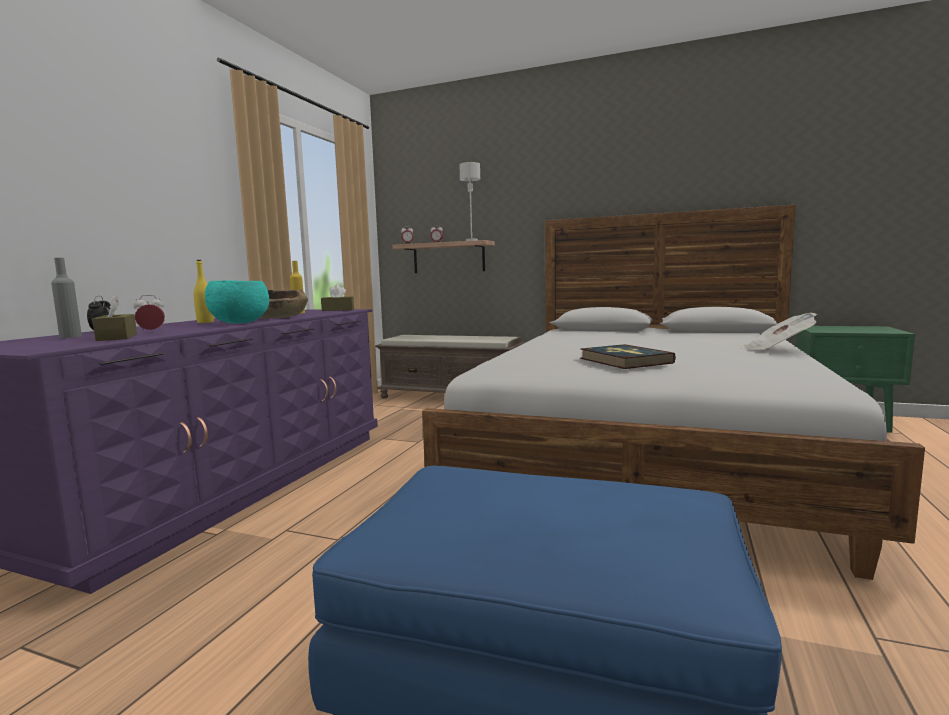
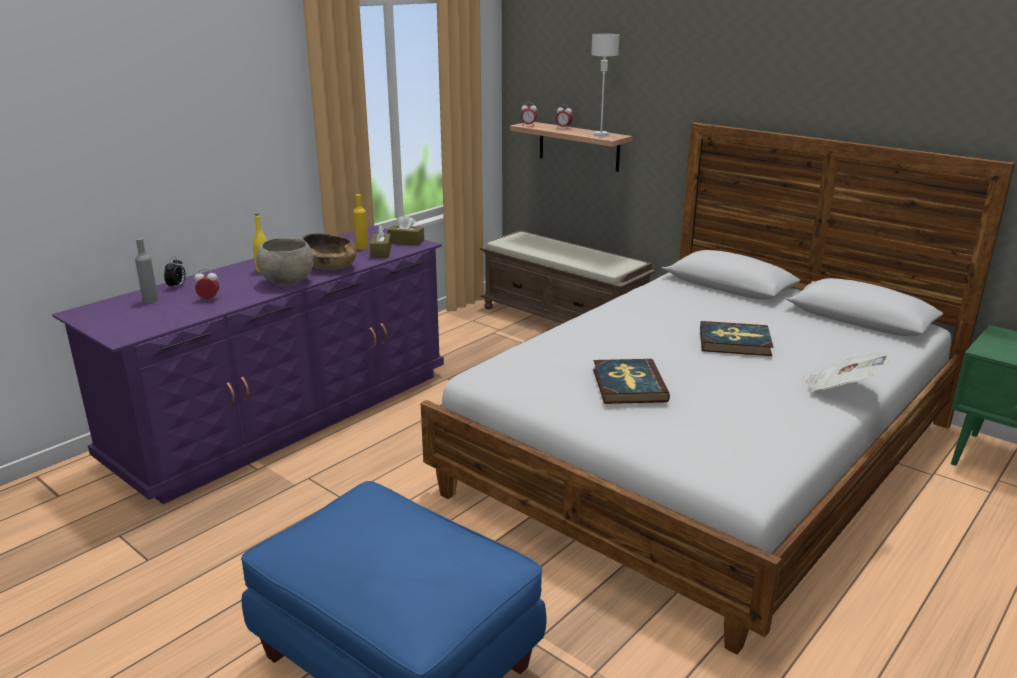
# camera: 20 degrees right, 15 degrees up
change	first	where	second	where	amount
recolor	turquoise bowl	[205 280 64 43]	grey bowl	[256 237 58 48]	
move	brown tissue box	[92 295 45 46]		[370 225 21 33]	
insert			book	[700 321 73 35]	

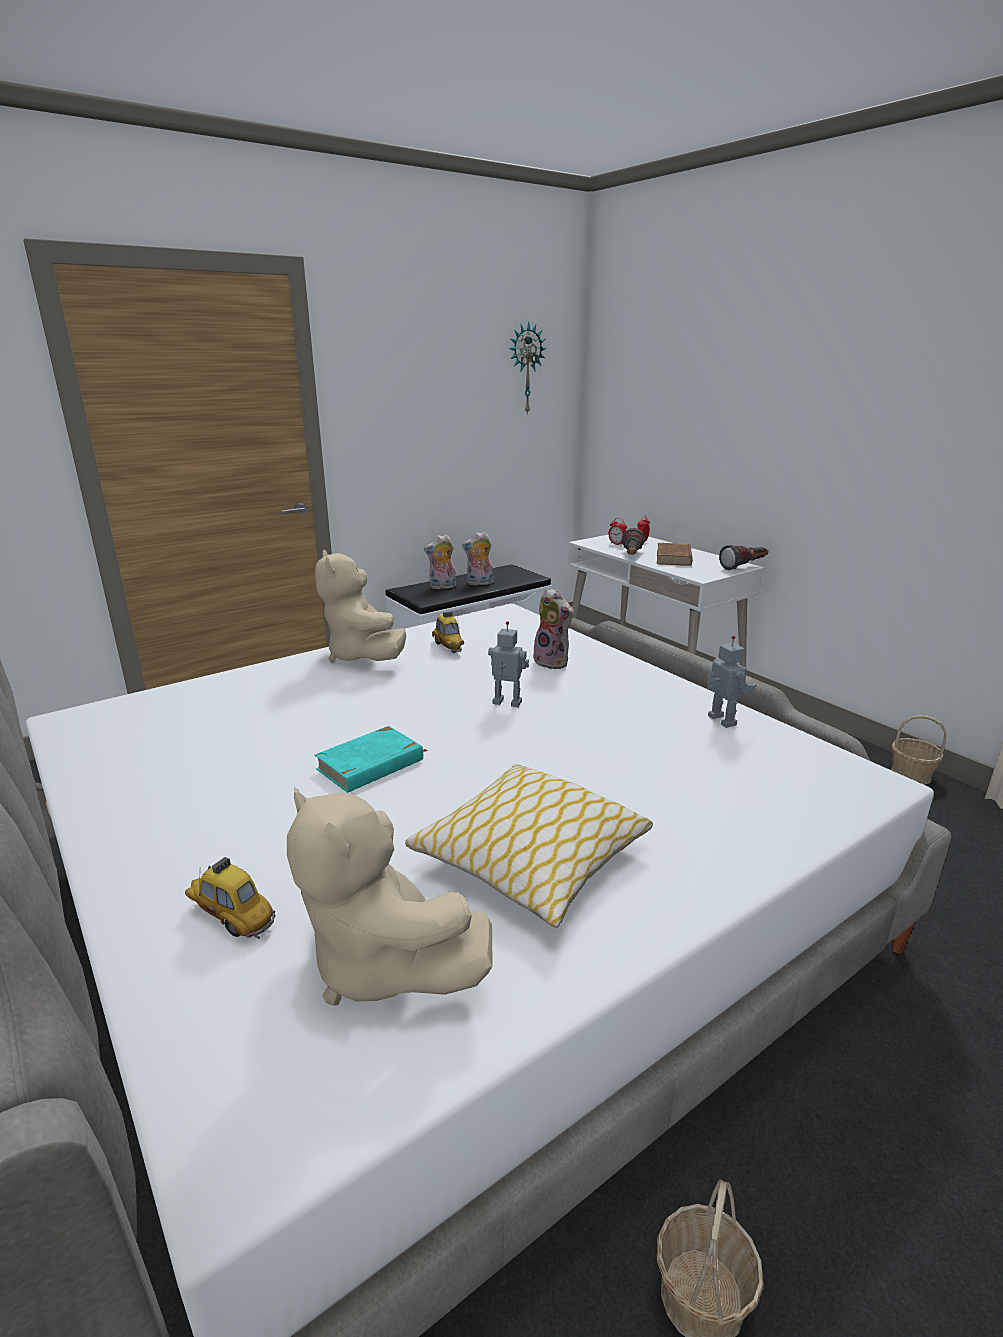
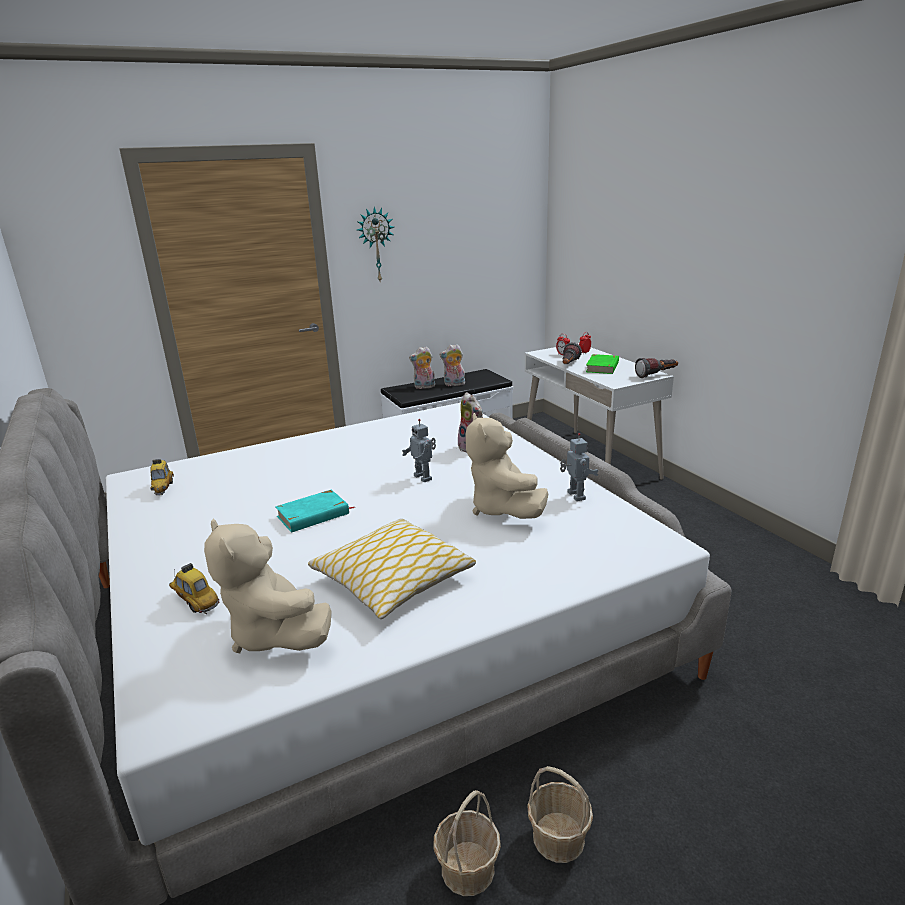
# camera: 10 degrees right, 0 degrees up
change	first	where	second	where	amount
move	wall clock	[509 322 38 93]		[357 207 37 74]	
recolor	brown book	[657 543 36 23]	green book	[586 354 33 20]	
move	beige plush toy	[315 550 92 113]		[466 413 82 106]	
move	toy car	[432 611 32 42]		[150 459 24 36]	
rotate	toy robot	[488 621 41 86]		[402 419 34 63]	150 degrees counterclockwise
move	basket	[891 715 56 70]		[527 766 66 97]	

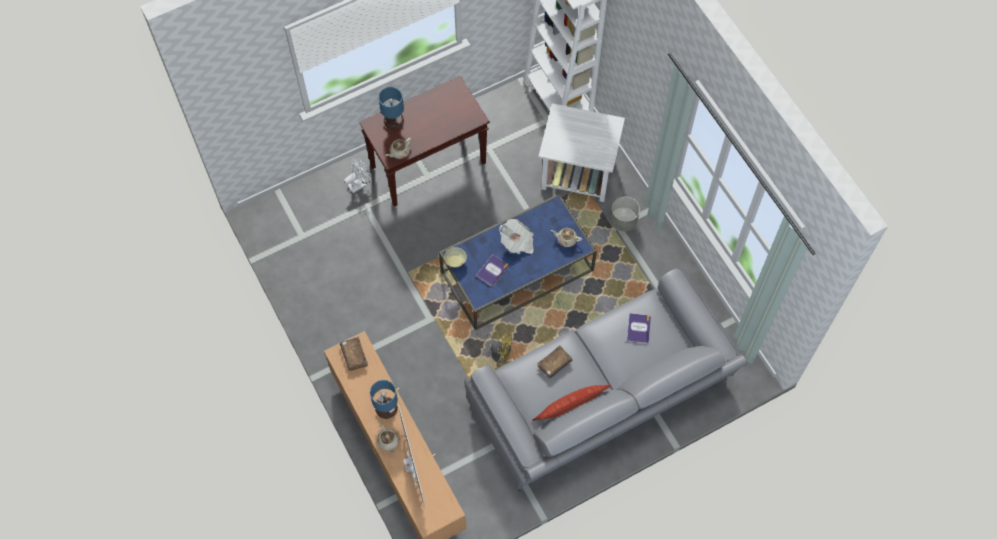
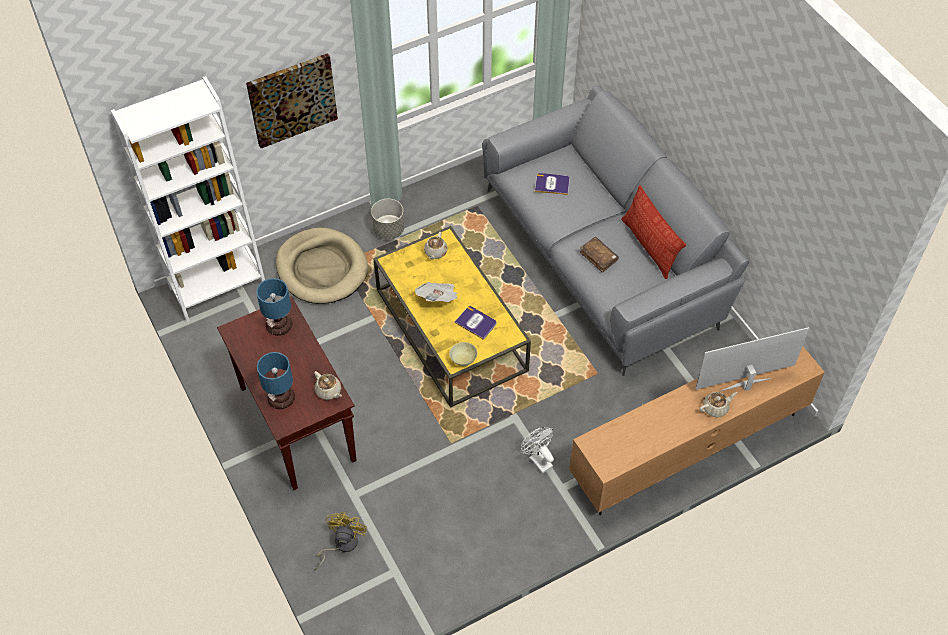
# camera: 90 degrees left, 10 degrees down
change	first	where	second	where	amount
replace	white side table	[538 103 87 99]	beige dog bed	[276 228 92 76]	
move	white fan	[344 158 27 35]		[521 427 33 47]	
recolor	blue coffee table	[439 193 158 137]	yellow coffee table	[373 226 158 182]	
move	yellow fan	[476 332 36 33]		[315 512 52 58]	
delete	brown book	[340 337 28 34]			
move	table lamp	[370 380 28 39]		[256 278 36 58]	
insert			picture	[246 53 92 95]	

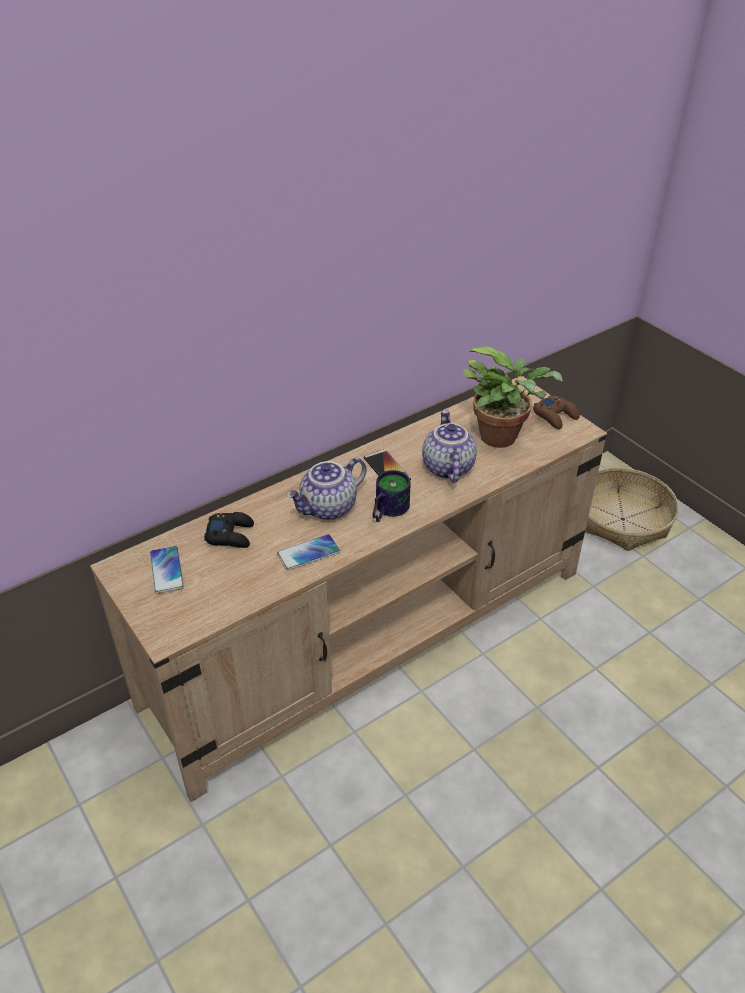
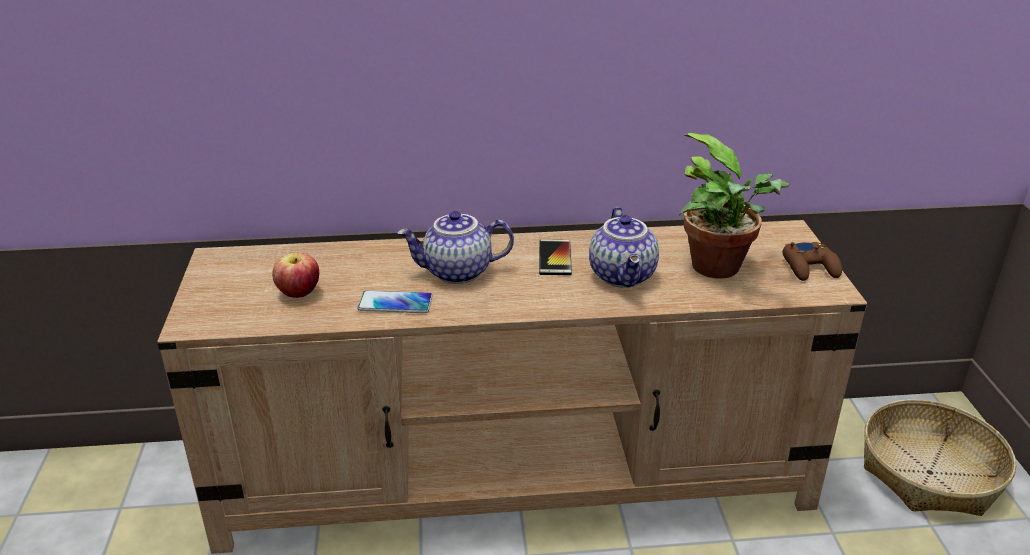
# camera: 30 degrees right, 10 degrees down
change	first	where	second	where	amount
rotate	teapot	[422 410 55 73]		[589 207 70 81]	150 degrees clockwise
delete	mug	[373 470 38 52]			
delete	black game controller	[204 512 50 36]			
delete	phone	[150 546 34 48]			
insert			apple	[272 252 47 46]	

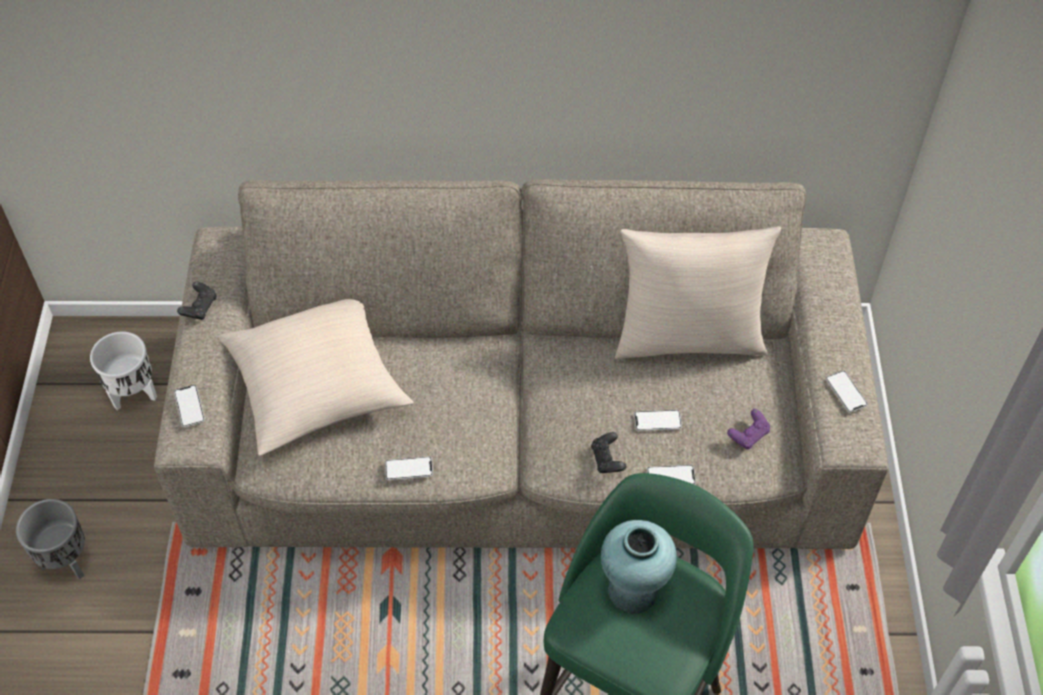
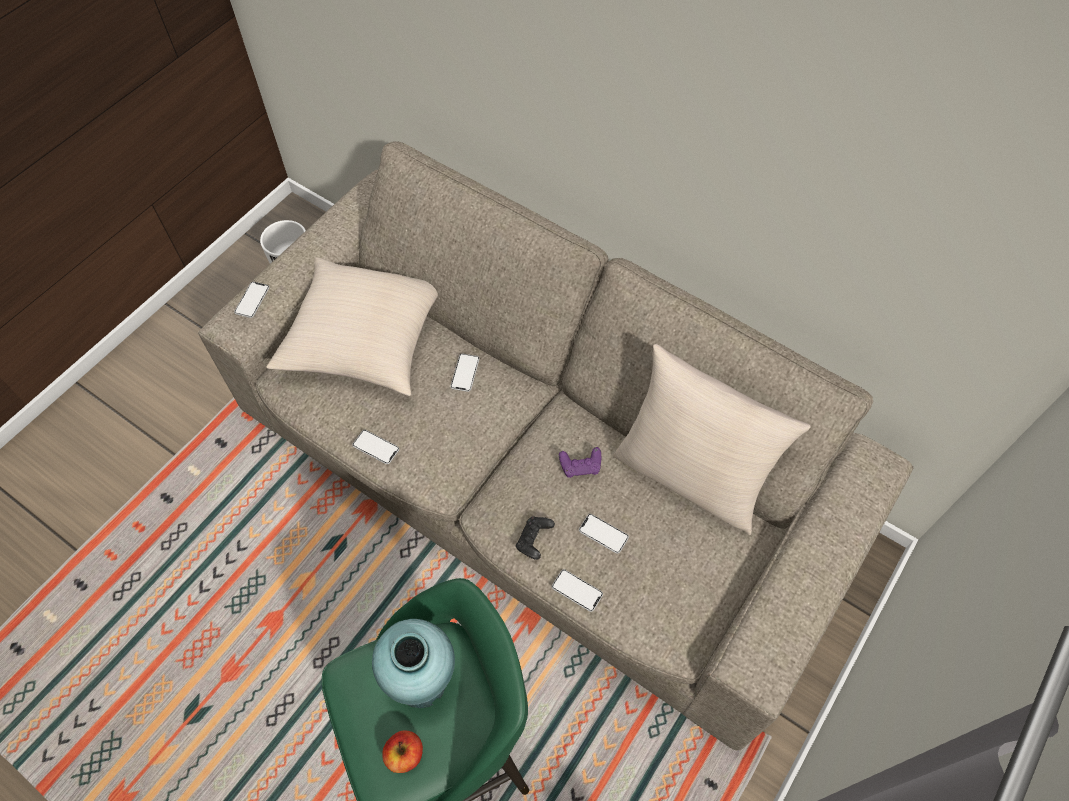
# camera: 35 degrees right, 5 degrees up
change	first	where	second	where	amount
delete	black game controller	[177 282 40 38]			
move	phone	[826 371 42 42]		[450 354 30 38]	
move	purple game controller	[727 409 43 40]		[559 447 42 31]	
delete	grey planter	[16 499 69 80]			
insert			apple	[382 730 41 43]	

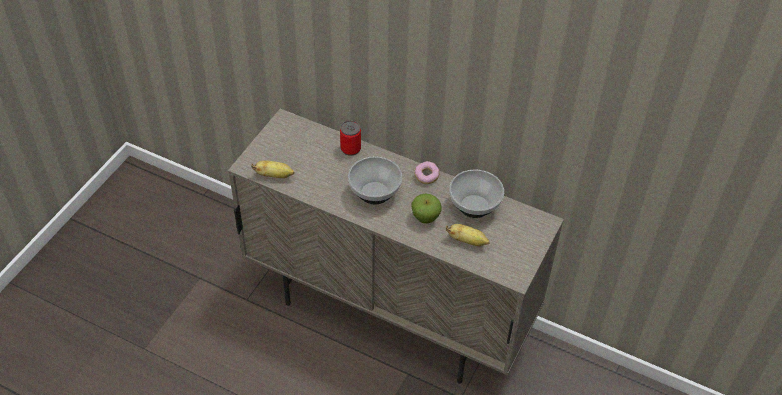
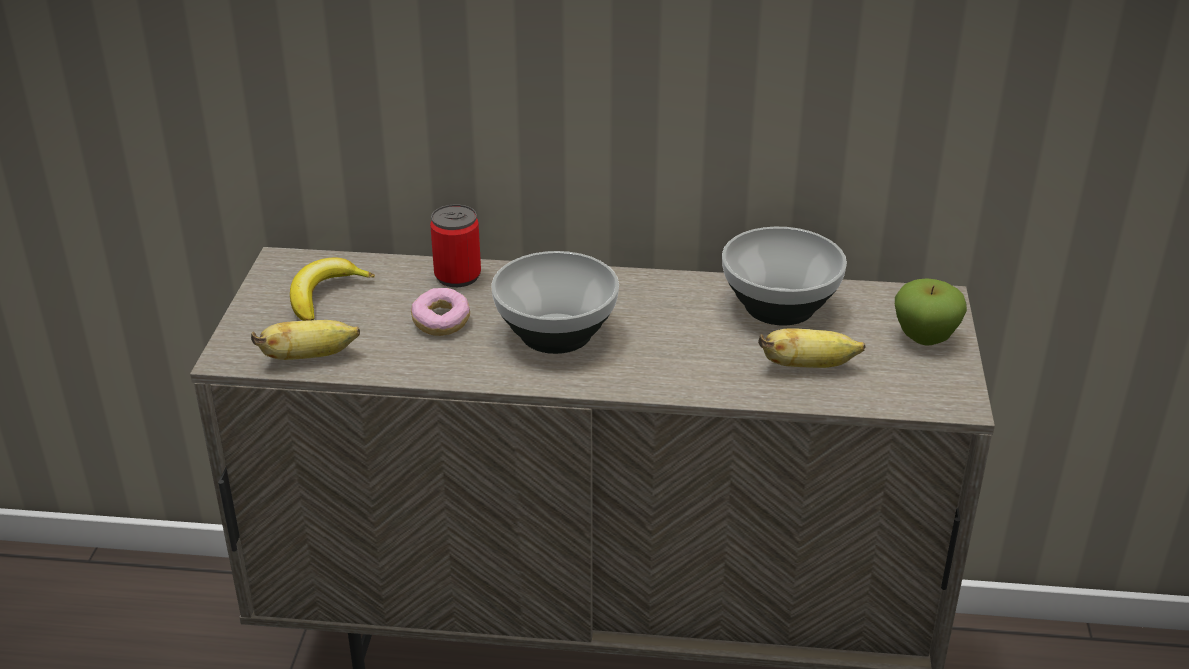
# camera: 20 degrees left, 15 degrees down
change	first	where	second	where	amount
move	donut	[415 161 25 23]		[411 288 59 48]	
move	apple	[411 193 31 30]		[895 278 72 68]	
insert			banana	[290 258 85 63]	

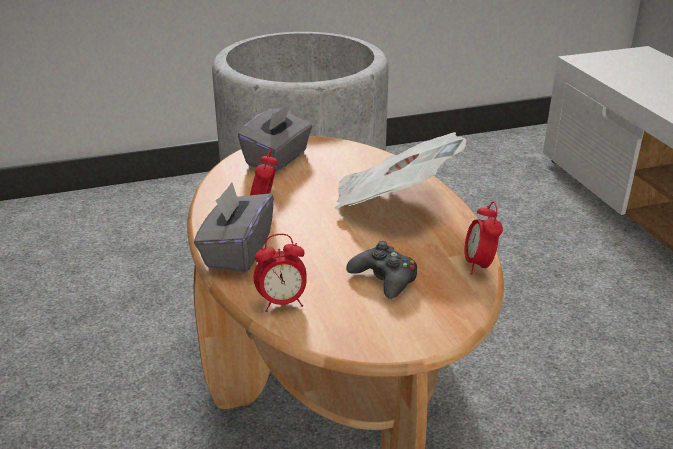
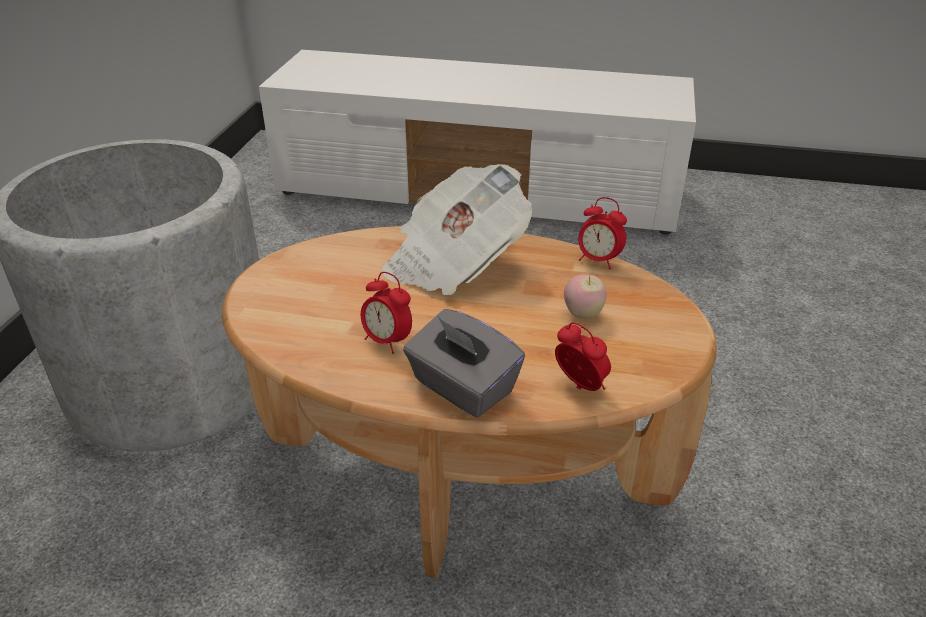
# camera: 60 degrees left, 5 degrees up
change	first	where	second	where	amount
delete	grey tissue box	[238 104 74 68]			
rotate	alarm clock	[254 234 53 78]		[555 322 56 69]	60 degrees counterclockwise
replace	black game controller	[346 241 71 58]	apple	[564 274 43 45]	

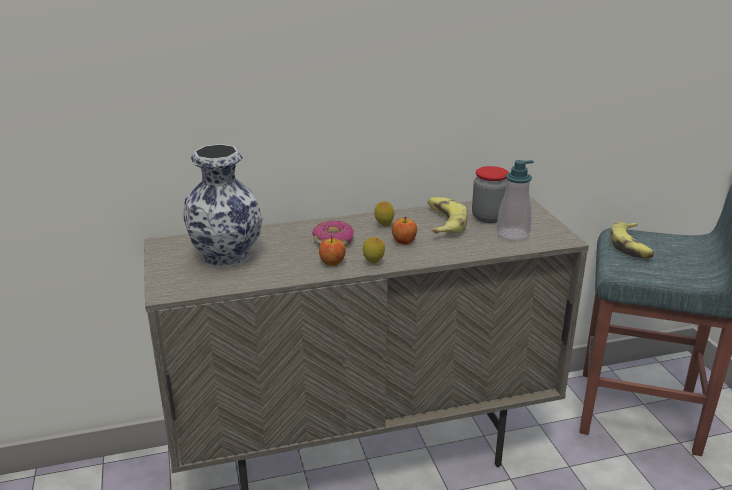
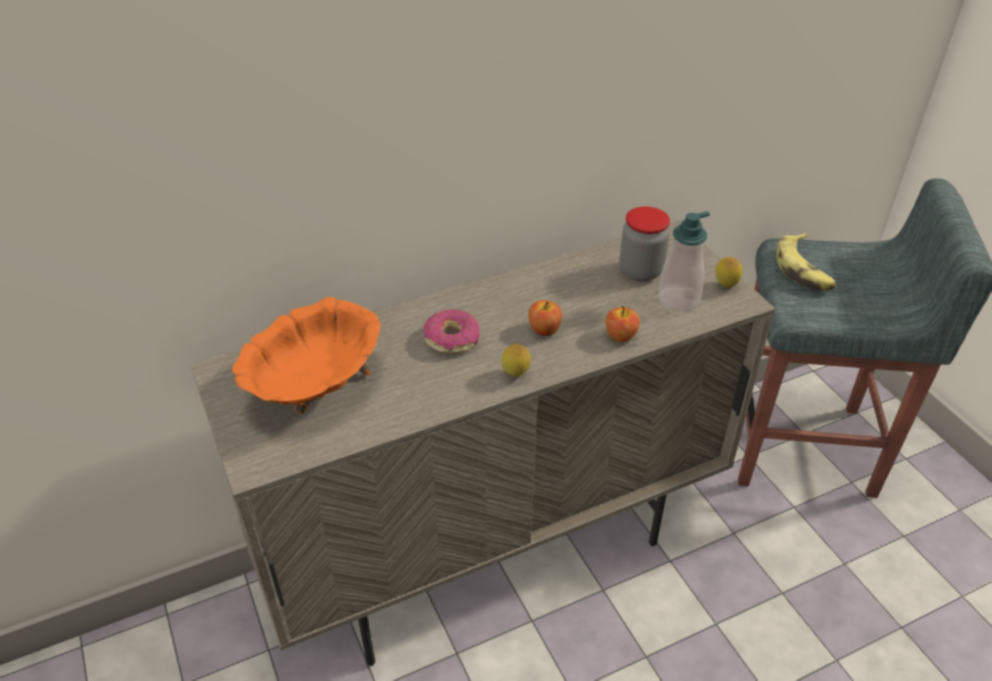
# camera: 10 degrees left, 15 degrees up
change	first	where	second	where	amount
replace	vase	[183 144 80 125]	orange bowl	[232 297 149 116]	
delete	banana	[428 197 39 37]			
move	lemon	[374 201 20 25]		[715 257 28 31]	
move	apple	[319 235 27 31]		[606 306 34 36]	

